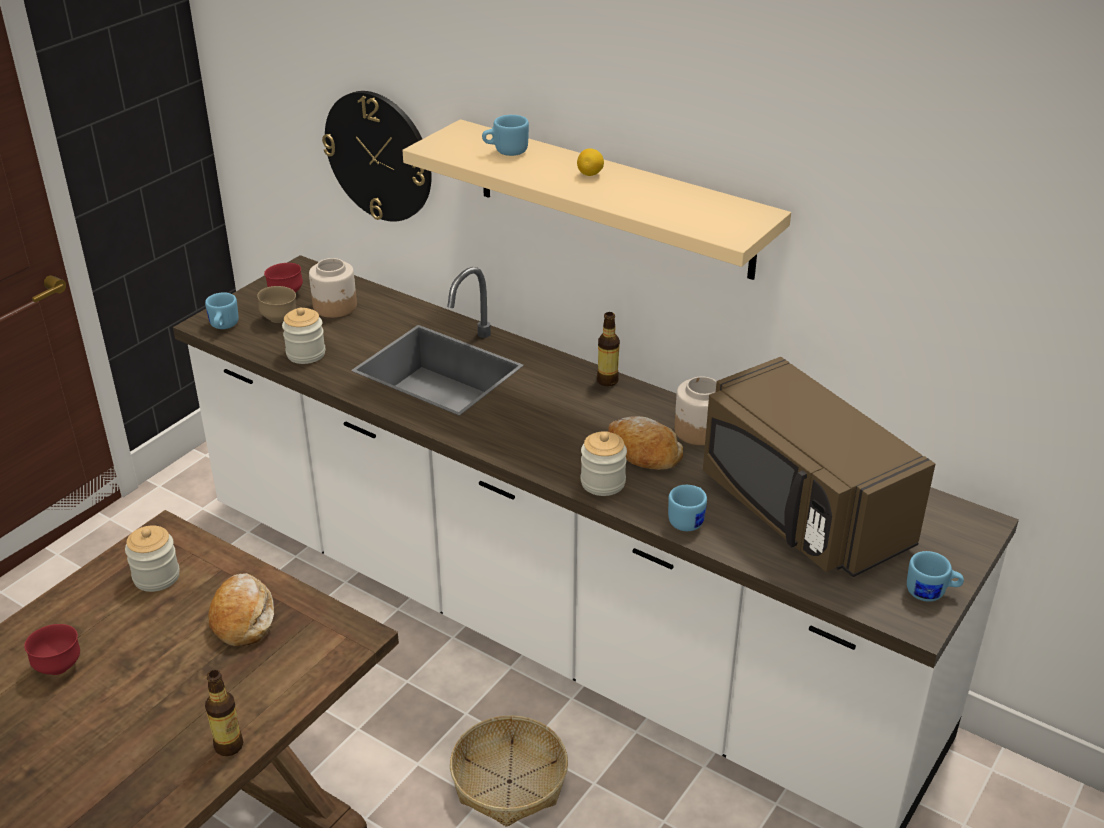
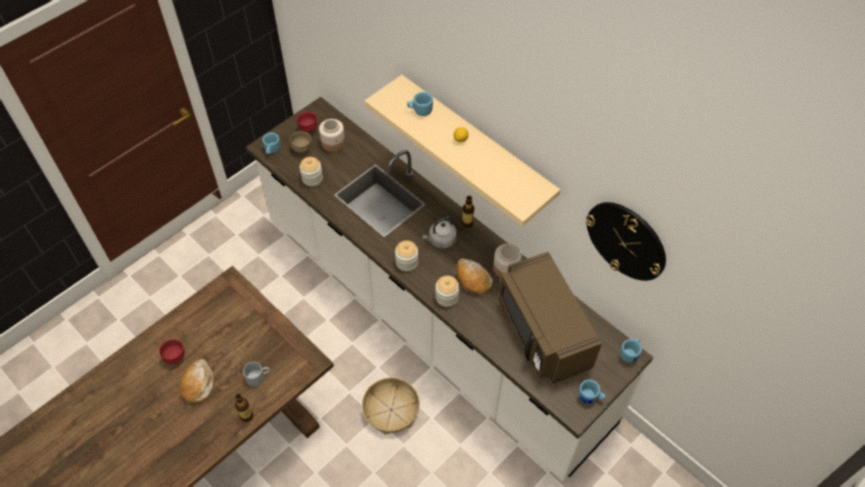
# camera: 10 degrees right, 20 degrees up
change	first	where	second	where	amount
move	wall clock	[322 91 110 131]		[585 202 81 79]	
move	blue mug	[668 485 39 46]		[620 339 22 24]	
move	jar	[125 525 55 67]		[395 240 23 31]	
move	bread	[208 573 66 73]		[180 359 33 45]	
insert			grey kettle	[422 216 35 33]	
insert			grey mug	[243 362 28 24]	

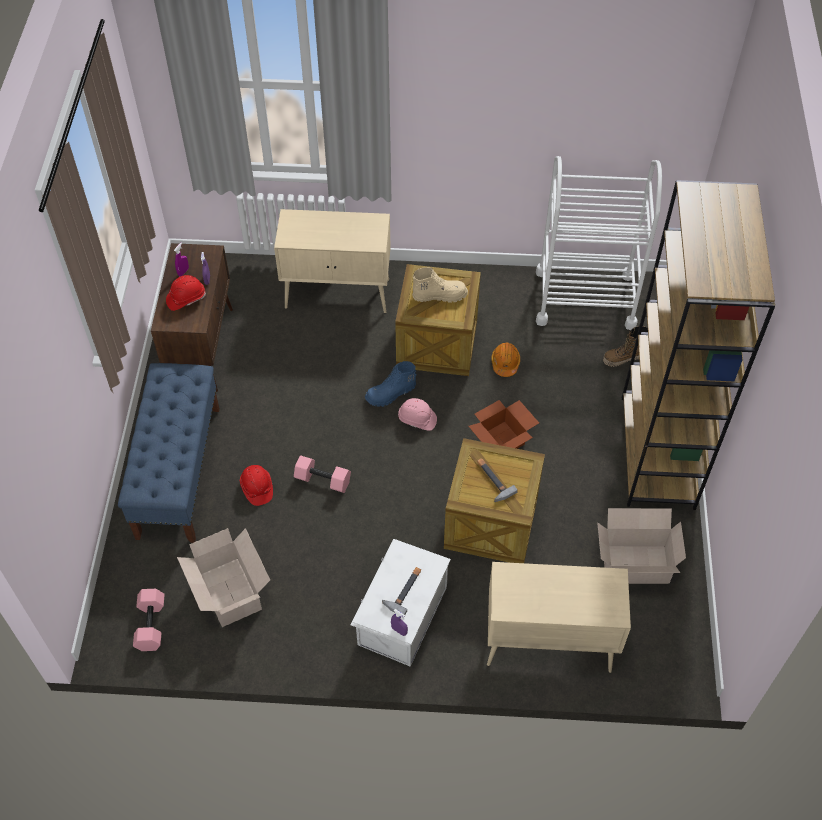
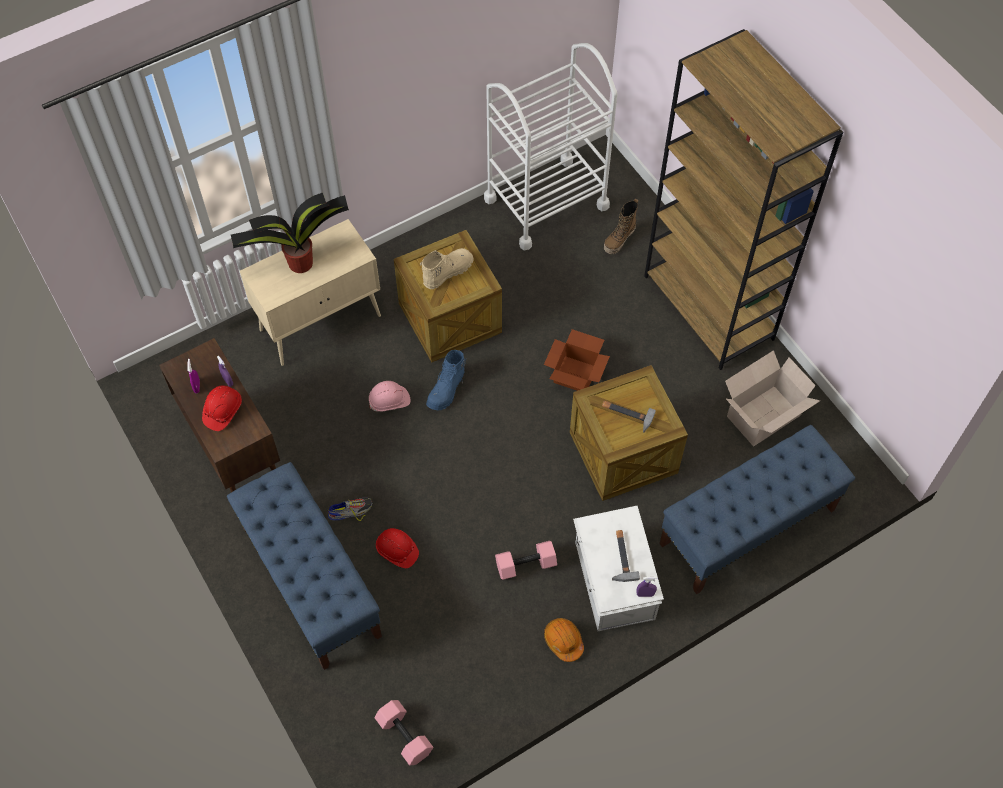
# camera: 35 degrees left, 5 degrees up
change	first	where	second	where	amount
move	orange hard hat	[491 342 29 35]		[544 618 40 44]	
move	pink hard hat	[398 398 39 33]		[369 381 42 31]	
move	pink dumbbell	[294 455 57 38]		[495 541 62 39]	
delete	cardboard box	[177 528 93 99]			
replace	beige cabinet	[487 562 144 111]	blue bench	[659 425 196 169]	
insert			potted plant	[231 193 118 80]	
insert			shoe	[327 498 46 23]	

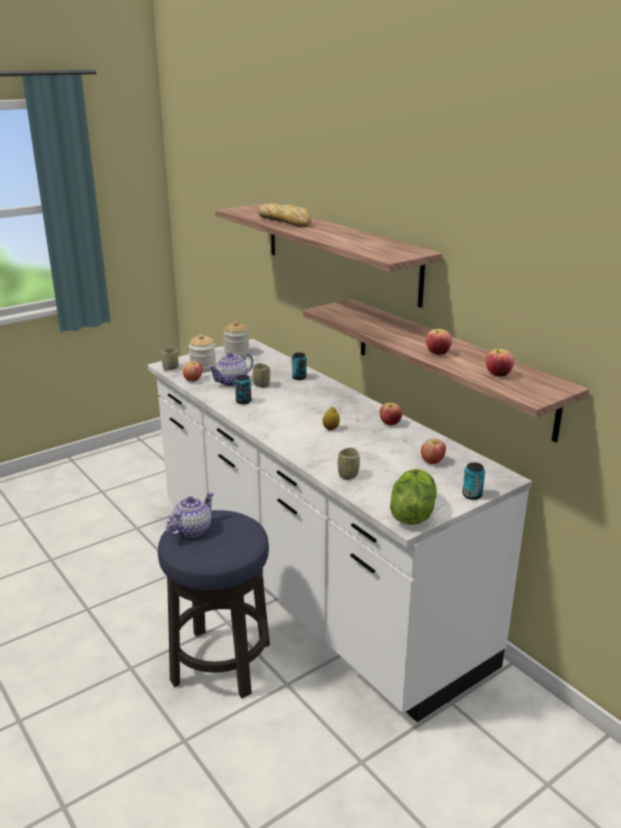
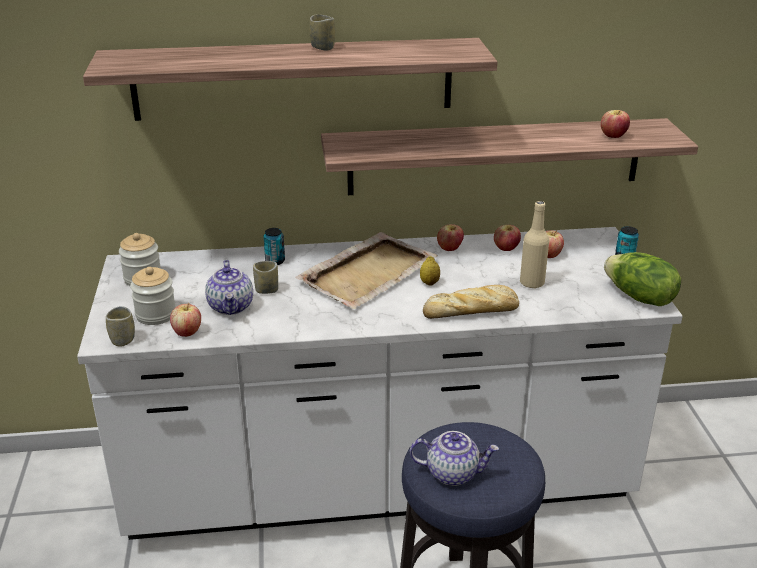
# camera: 60 degrees left, 5 degrees up
change	first	where	second	where	amount
move	bread	[258 203 53 24]		[423 285 96 34]	
move	apple	[426 329 26 26]		[494 225 27 26]	
delete	can	[235 375 16 29]			
move	cup	[338 447 22 33]		[309 14 26 36]	
rotate	teapot	[166 492 48 45]		[410 431 89 55]	120 degrees clockwise
insert			beige bottle	[520 201 29 87]	
insert			beige tray	[295 232 143 77]	

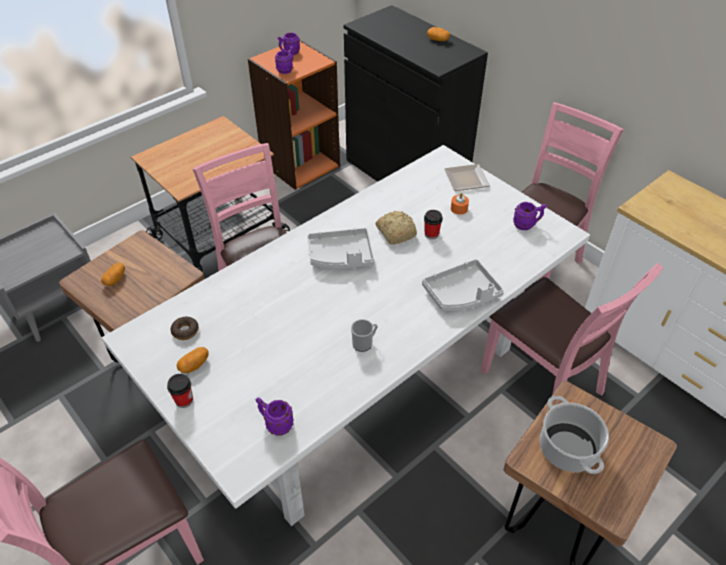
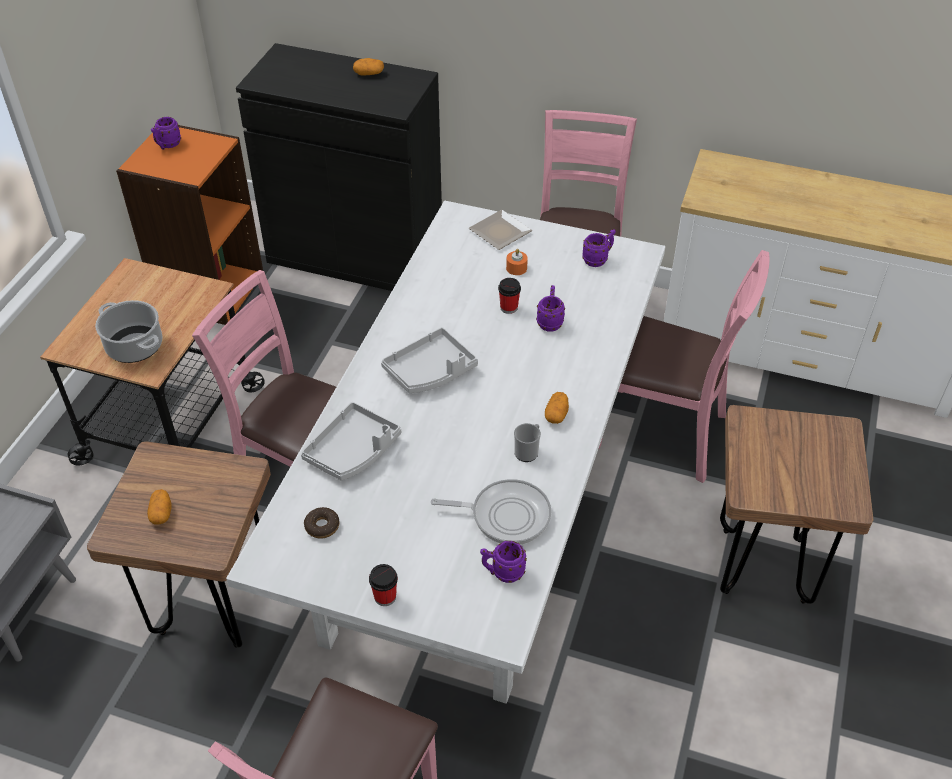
# camera: 30 degrees left, 0 degrees up
change	first	where	second	where	amount
move	purple mug	[275 46 19 28]		[536 285 29 47]	
delete	bread	[375 211 42 33]			
move	grey tray	[422 259 82 52]		[301 402 100 79]	
move	potato	[176 347 33 26]		[545 392 24 32]	
move	cooking pot	[540 396 69 78]		[95 300 67 63]	
insert			frying pan	[431 479 120 66]	

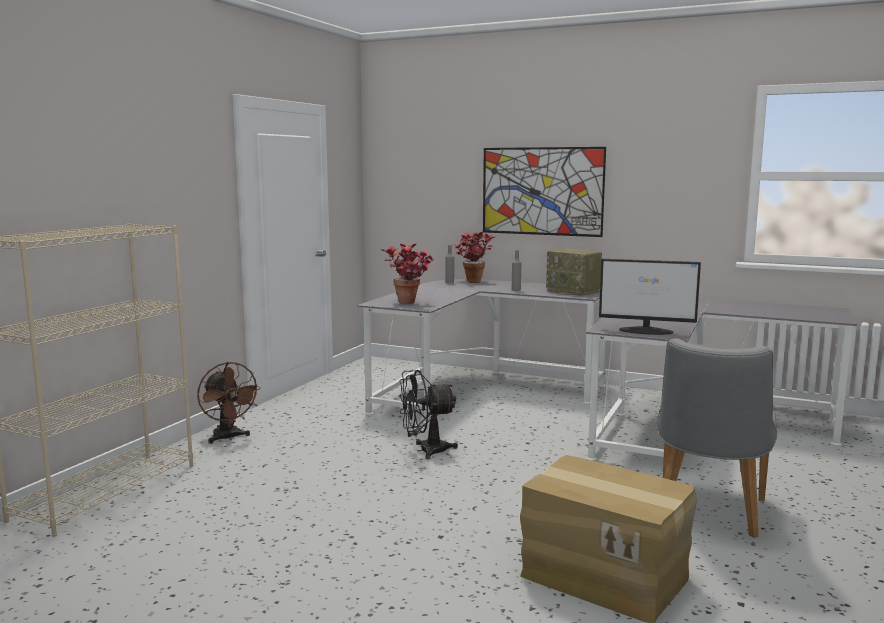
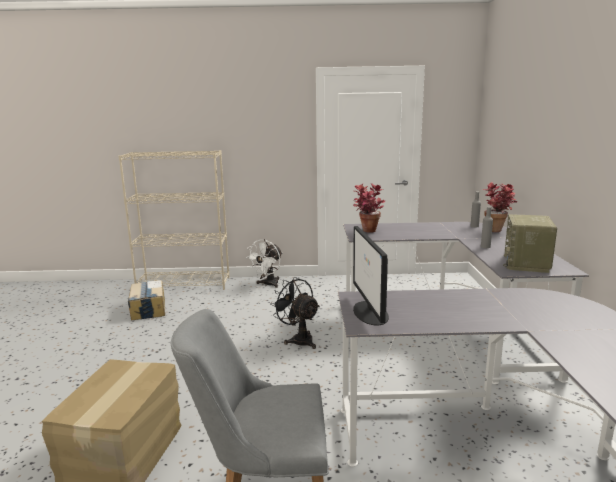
# camera: 65 degrees right, 5 degrees up
change	first	where	second	where	amount
delete	picture	[483 147 123 90]			
recolor	brown fan	[197 362 64 82]	white fan	[246 239 36 49]	
insert			cardboard box	[128 280 37 41]	

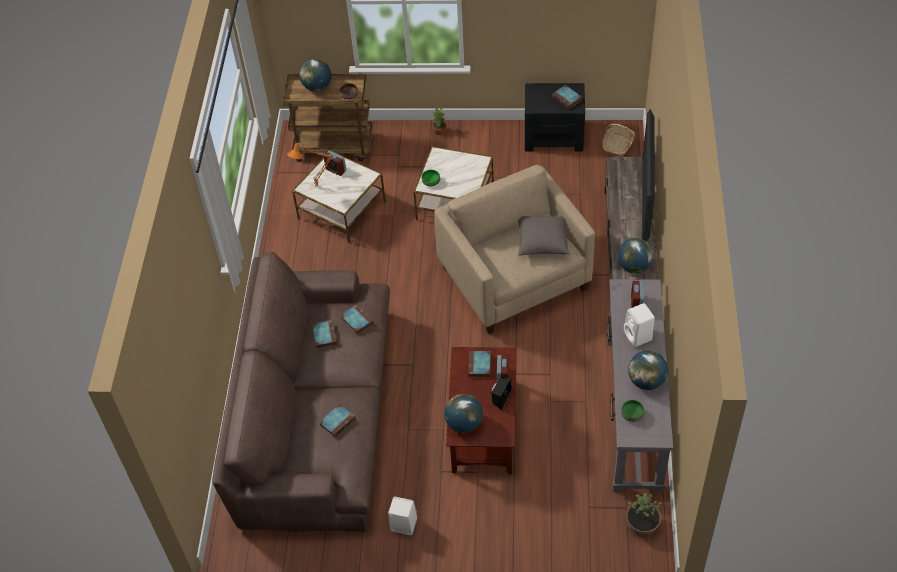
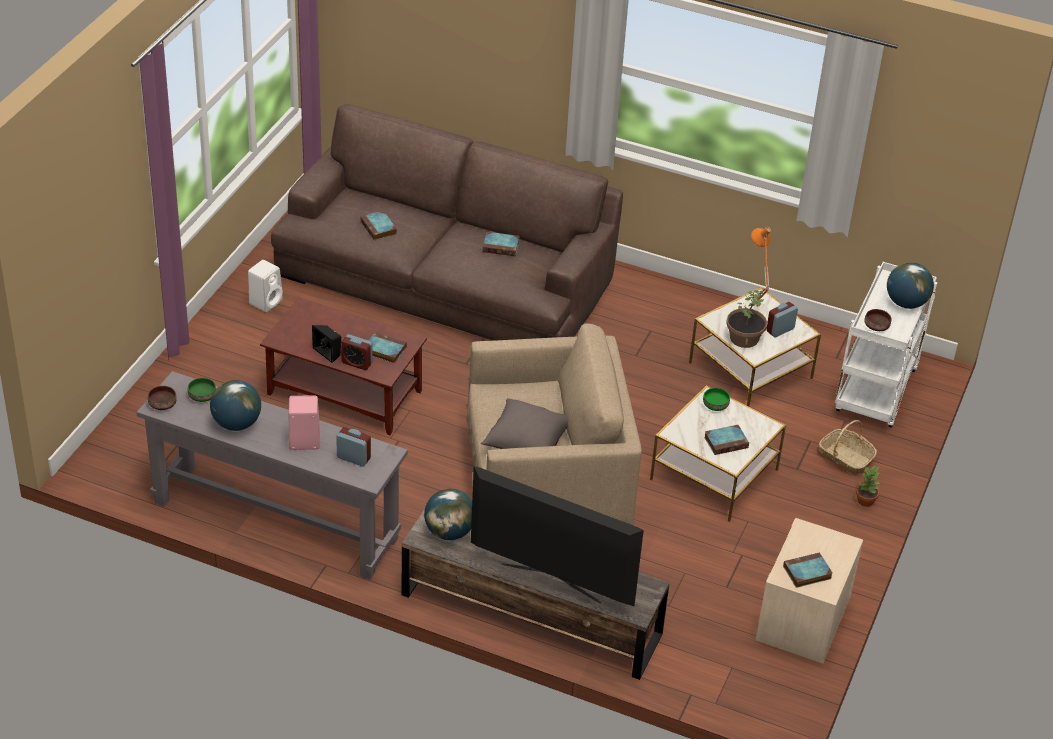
# camera: 105 degrees right, 10 degrees down
change	first	where	second	where	amount
recolor	brown cart	[283 73 90 89]	white cart	[835 262 103 166]	
recolor	black nightstand	[525 83 60 69]	beige nightstand	[756 518 107 145]	
move	basket	[603 124 32 33]		[819 420 58 54]	
recolor	white speaker	[624 303 31 44]	pink speaker	[289 395 31 55]	
move	book	[341 304 33 31]		[704 425 45 30]	
delete	globe	[444 394 39 39]			
move	potted plant	[626 493 37 44]		[726 290 41 58]	
insert			brown bowl	[148 386 29 24]	

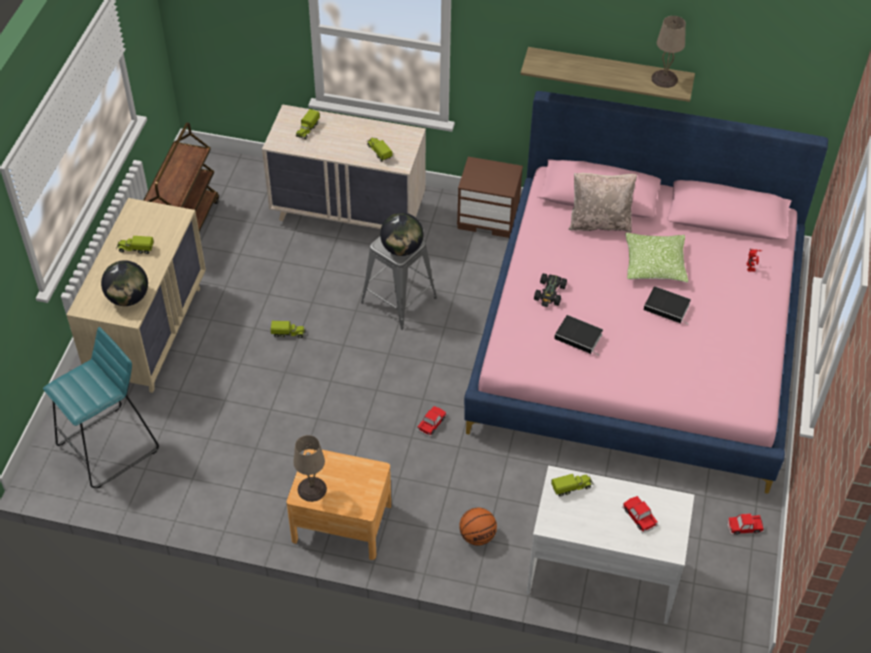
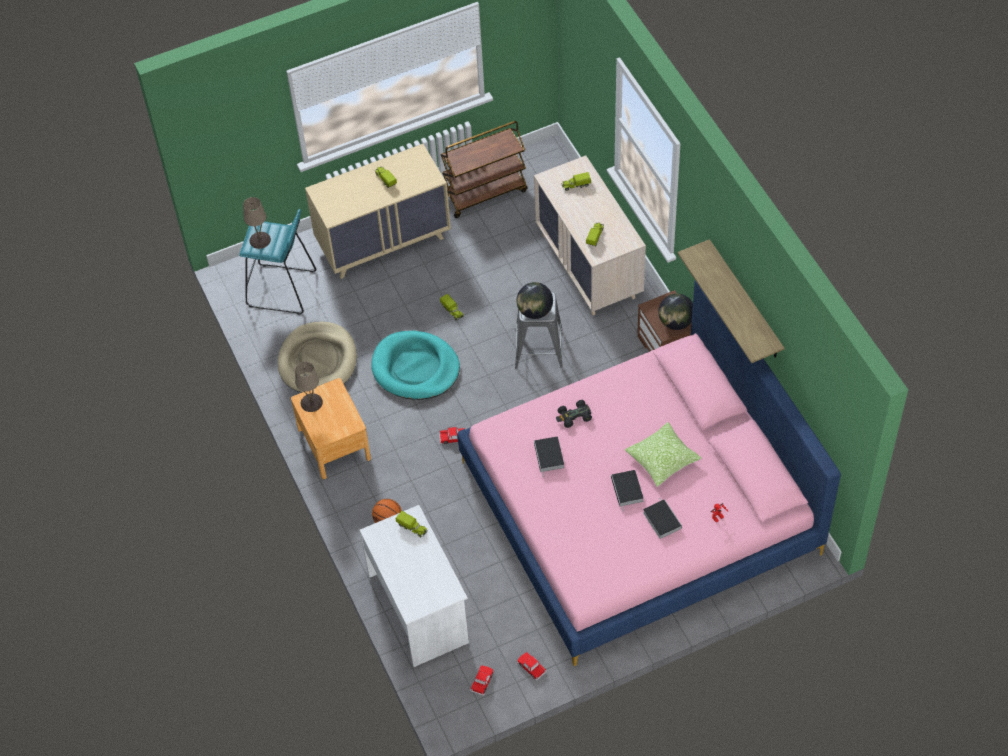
# camera: 55 degrees right, 5 degrees up
change	first	where	second	where	amount
move	beige table lamp	[651 16 35 72]		[243 197 28 52]	
delete	beige pillow	[569 173 68 60]			
move	globe	[101 260 47 46]		[659 294 34 36]	
move	toy car	[622 496 36 38]		[470 665 24 31]	
insert			beige dog bed	[278 322 79 70]	
insert			turquoise dog bed	[371 331 89 69]	
insert			book	[643 499 39 40]	

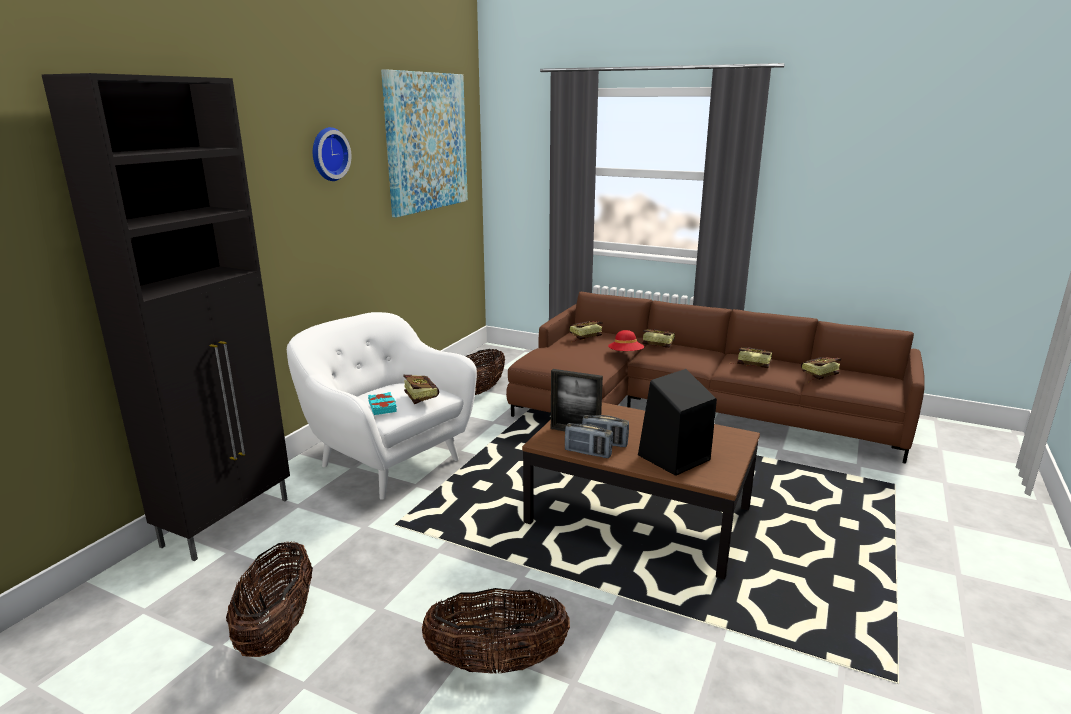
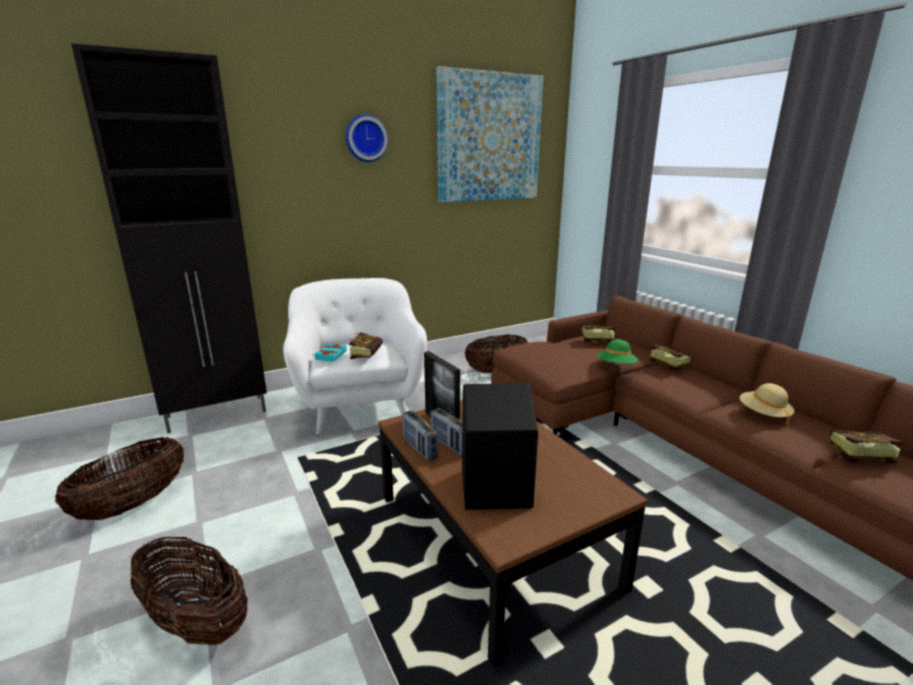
# camera: 35 degrees right, 0 degrees up
change	first	where	second	where	amount
recolor	red hat	[608 330 36 21]	green hat	[597 339 41 25]	
replace	book	[730 347 42 21]	beige hat	[739 383 56 43]	

